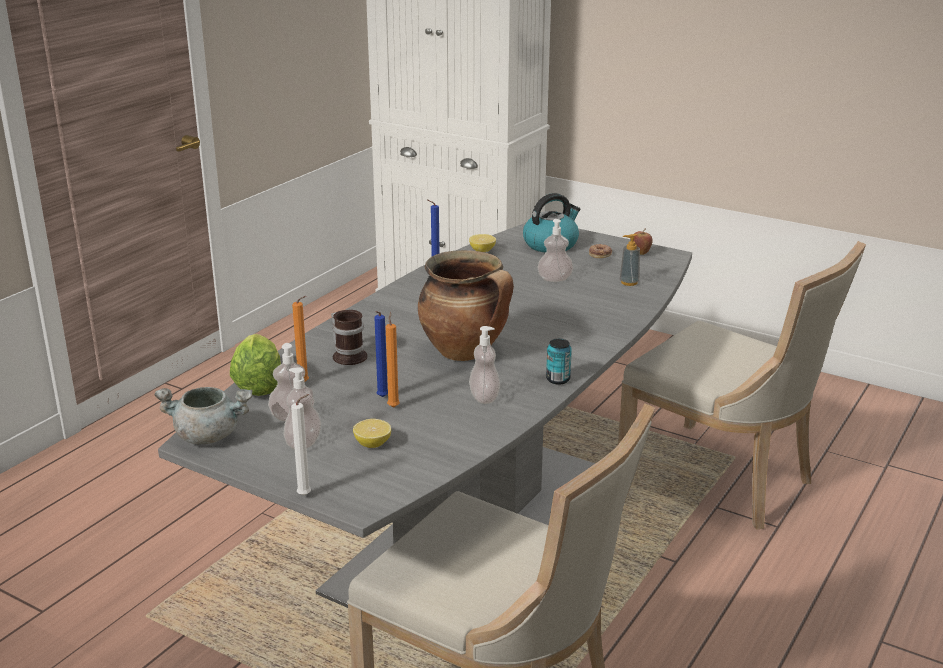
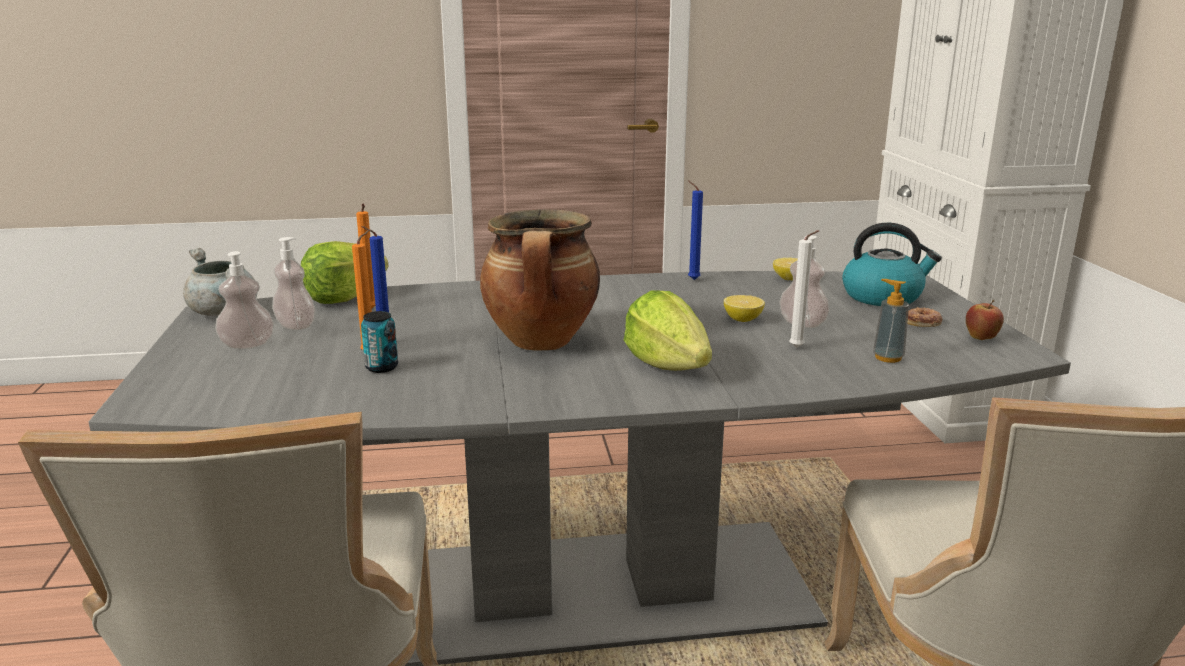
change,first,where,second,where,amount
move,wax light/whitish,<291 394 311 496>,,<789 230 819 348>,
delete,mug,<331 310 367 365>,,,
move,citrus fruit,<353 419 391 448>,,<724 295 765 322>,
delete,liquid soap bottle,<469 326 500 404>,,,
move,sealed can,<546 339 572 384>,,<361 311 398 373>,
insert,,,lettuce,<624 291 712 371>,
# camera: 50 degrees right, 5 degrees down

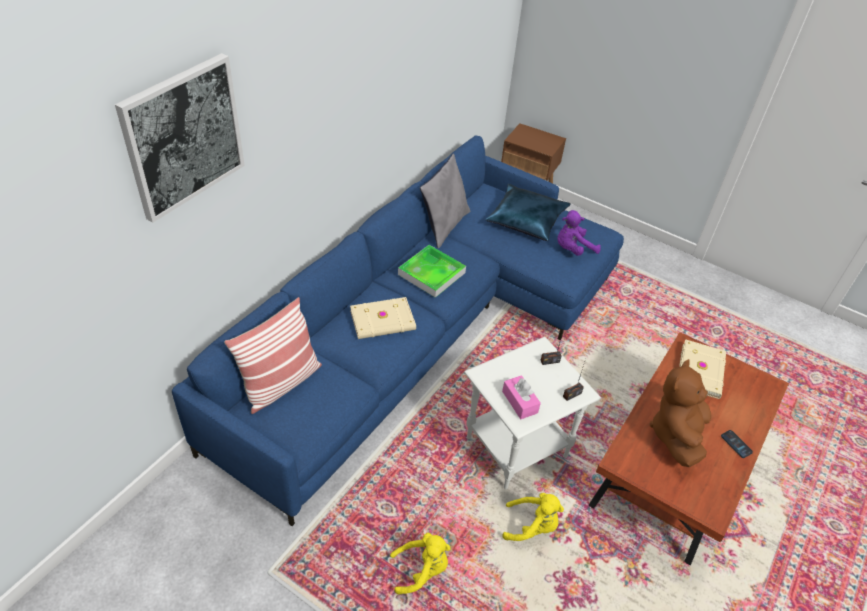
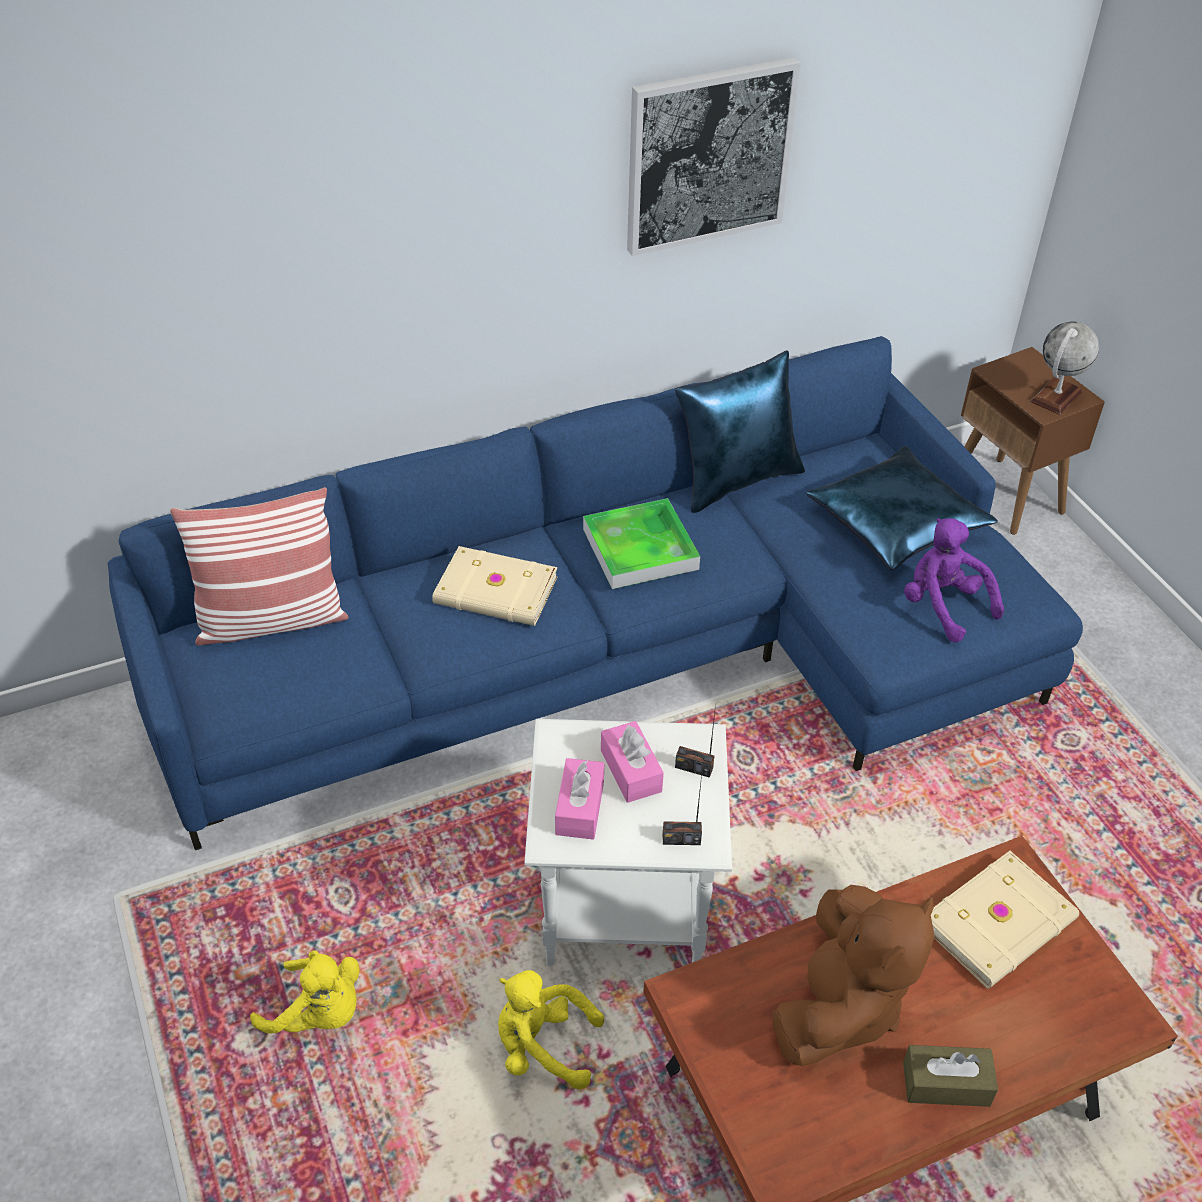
change,first,where,second,where,amount
move,wall art,<115 53 245 223>,,<627 57 801 256>,
recolor,throw pillow/greyish,<420 154 470 248>,throw pillow/bluish,<675 351 805 513>,
rotate,plush toy/yellow-coloured,<502 493 564 541>,,<498 970 604 1090>,150 degrees clockwise
rotate,plush toy/purple-coloured,<557 210 601 256>,,<904 518 1004 643>,45 degrees clockwise
rotate,plush toy/brownish,<650 359 711 467>,,<772 885 935 1066>,150 degrees clockwise
replace,handset,<721 430 753 458>,box of tissues/brownish,<903 1045 998 1107>,
insert,,,box of tissues/pink-coloured,<601 721 664 803>,
insert,,,world globe,<1030 322 1099 415>,
# camera: 35 degrees right, 0 degrees up

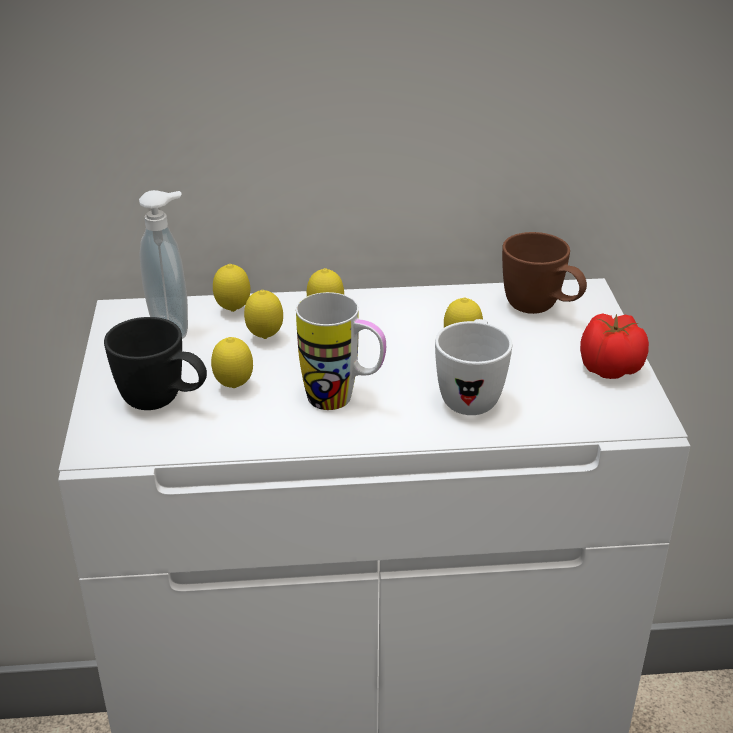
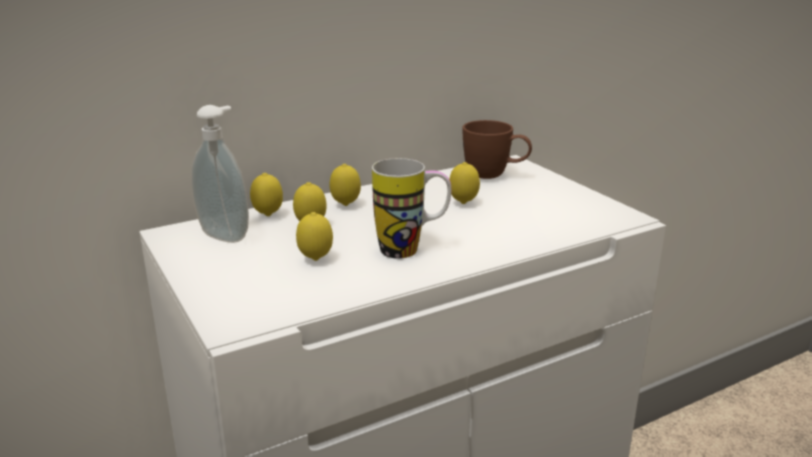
change,first,where,second,where,amount
delete,mug/blackish,<104 317 207 410>,,,
delete,mug/whitish,<435 319 512 415>,,,
delete,fresh tomato,<580 313 649 379>,,,
# camera: 25 degrees left, 10 degrees down

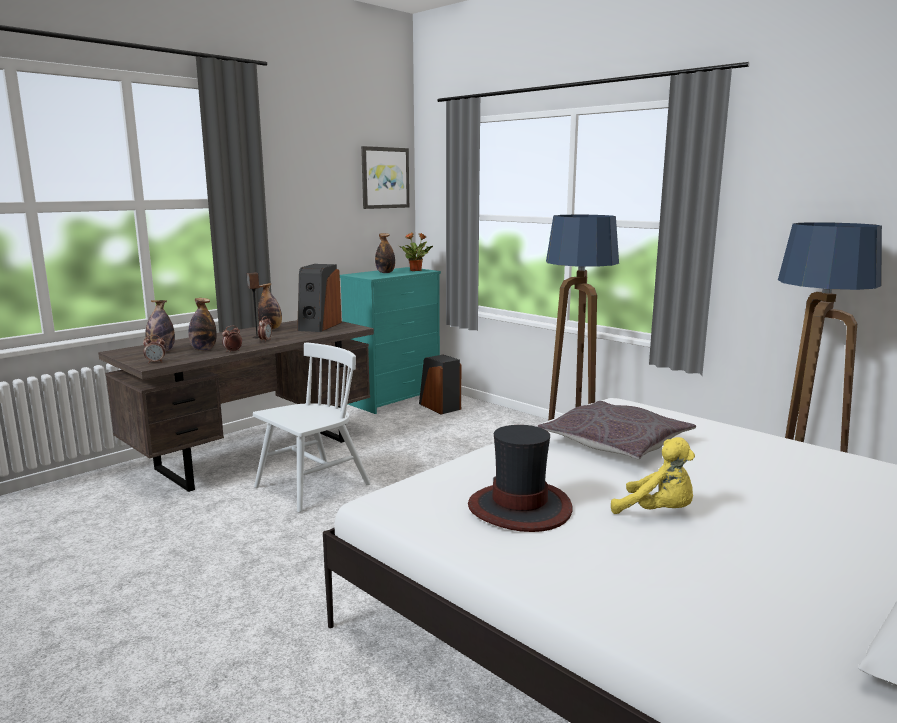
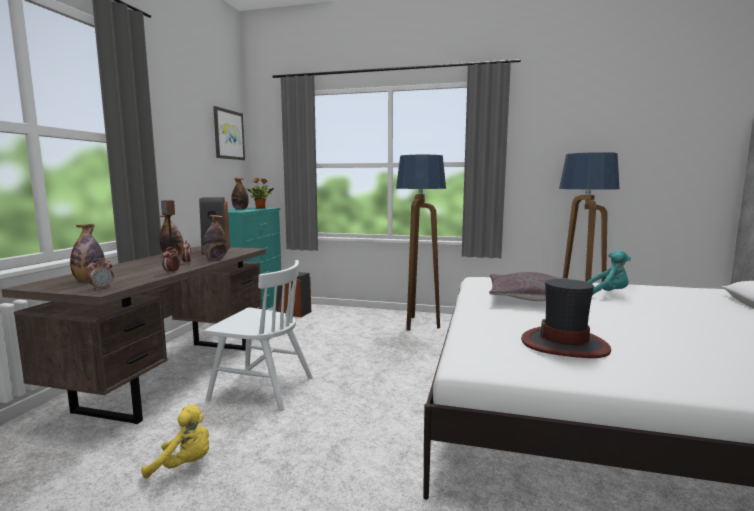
change,first,where,second,where,amount
move,bottle,<188 298 217 351>,,<203 215 227 260>,
rotate,chair/whitish,<253 342 371 513>,,<204 260 313 411>,90 degrees clockwise
move,plush toy/yellow-coloured,<611 437 695 514>,,<141 405 209 479>,
insert,,,plush toy/blue-green,<587 250 631 295>,
# camera: 30 degrees left, 5 degrees down

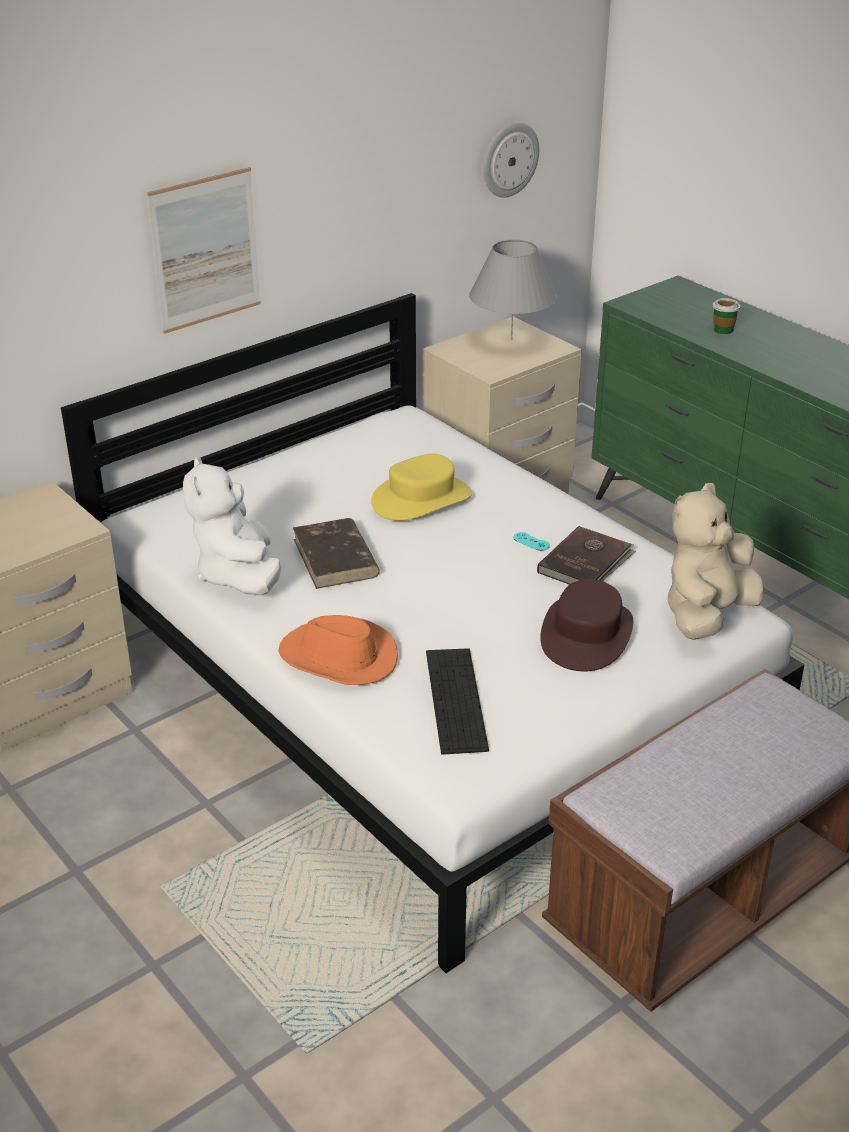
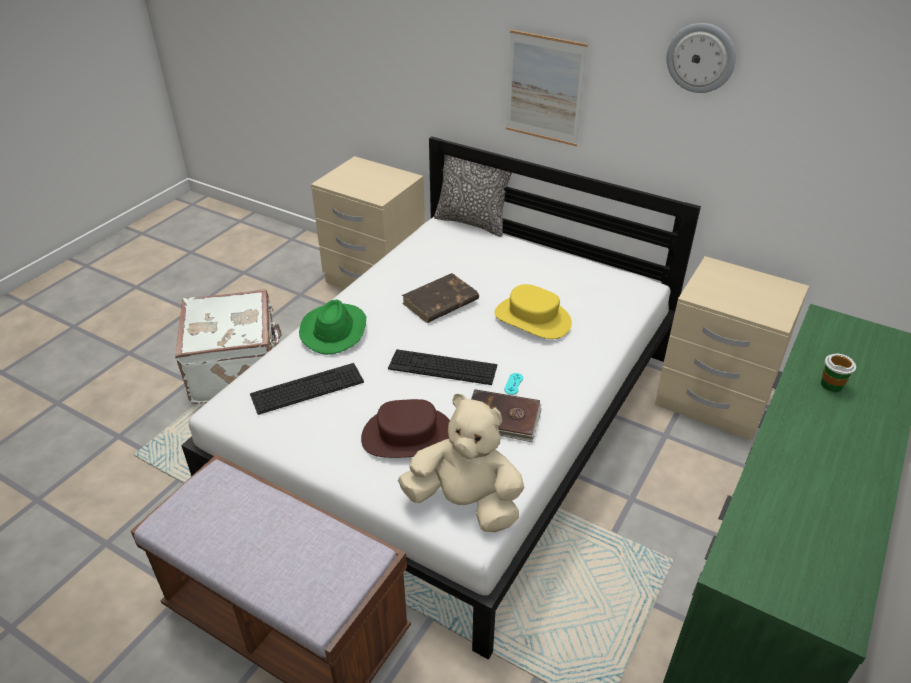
change,first,where,second,where,amount
delete,plush toy/whitish,<183 456 282 595>,,,
recolor,hat/orange-coloured,<278 615 398 685>,hat/greenish,<299 300 366 355>,
delete,lamp for a table/greyish,<469 240 557 340>,,,
move,hanging clock,<483 122 539 197>,,<666 23 736 93>,
insert,,,suitcase/whitish,<175 290 282 404>,
insert,,,keyboard,<388 349 497 385>,
insert,,,throw pillow,<434 154 512 237>,
# camera: 70 degrees right, 5 degrees up

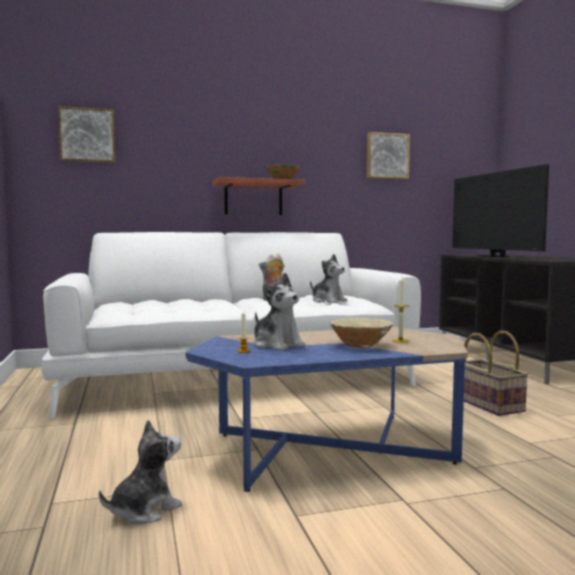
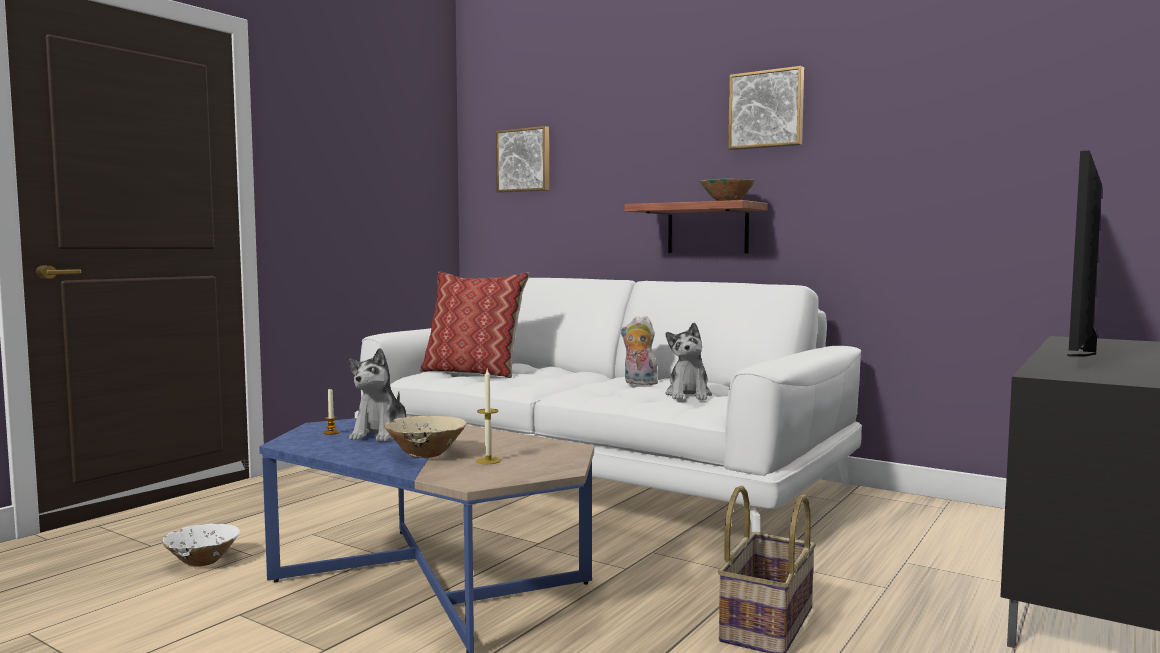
change,first,where,second,where,amount
replace,plush toy,<99 420 182 524>,serving bowl/whitish,<162 524 240 567>,
move,wall art,<367 132 410 179>,,<728 66 804 150>,
insert,,,throw pillow,<420 272 530 378>,
# camera: 50 degrees right, 0 degrees up

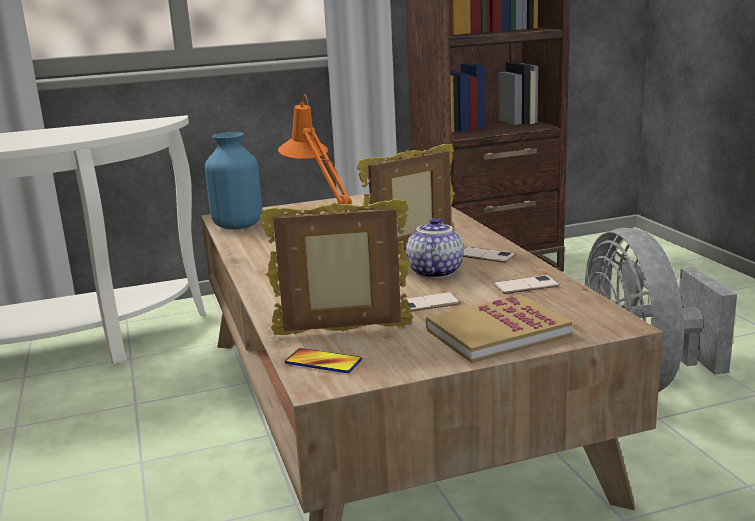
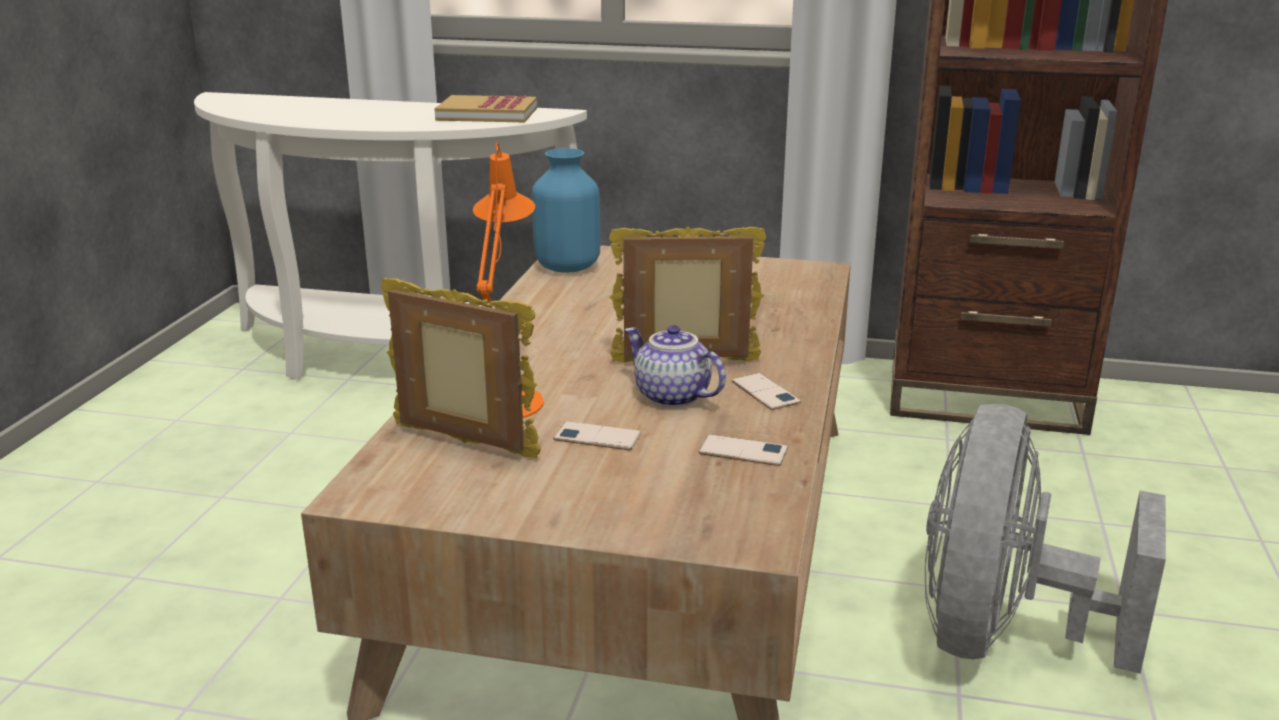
change,first,where,second,where,amount
delete,handset,<285 348 362 373>,,,
rotate,pot for tea,<406 218 464 279>,,<624 325 726 407>,90 degrees counterclockwise
move,volume,<426 295 572 363>,,<434 95 537 123>,
# camera: 30 degrees right, 5 degrees up

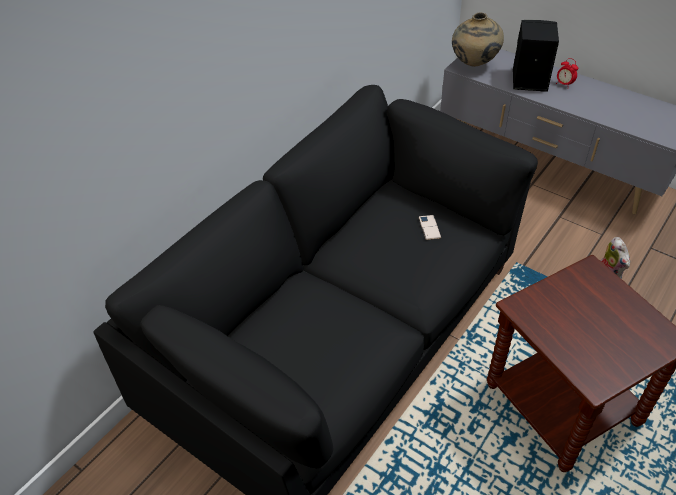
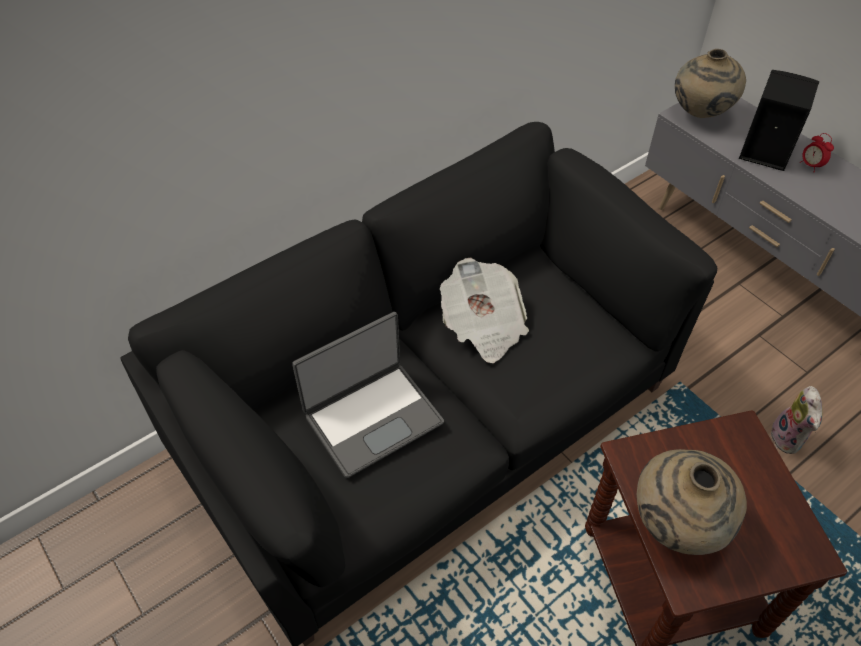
change,first,where,second,where,amount
delete,handset,<419 215 441 240>,,,
insert,,,laptop,<292 312 444 478>,
insert,,,daily paper,<440 258 529 363>,
insert,,,decorative vase/sand-coloured,<637 449 747 555>,
# camera: 15 degrees right, 5 degrees up

